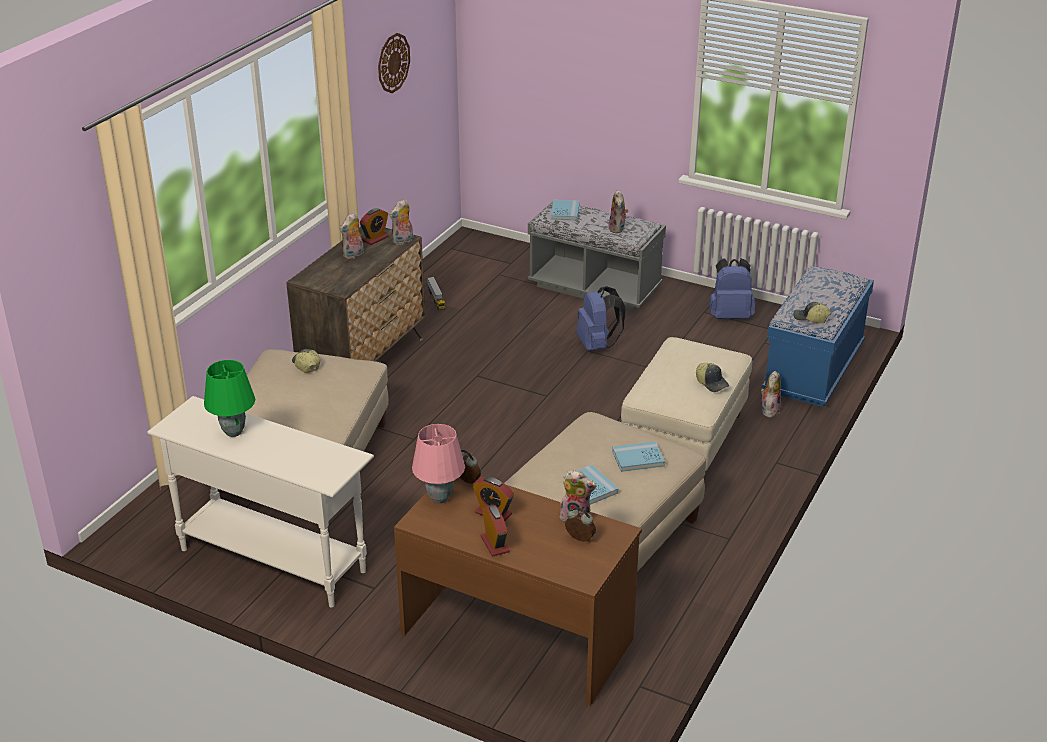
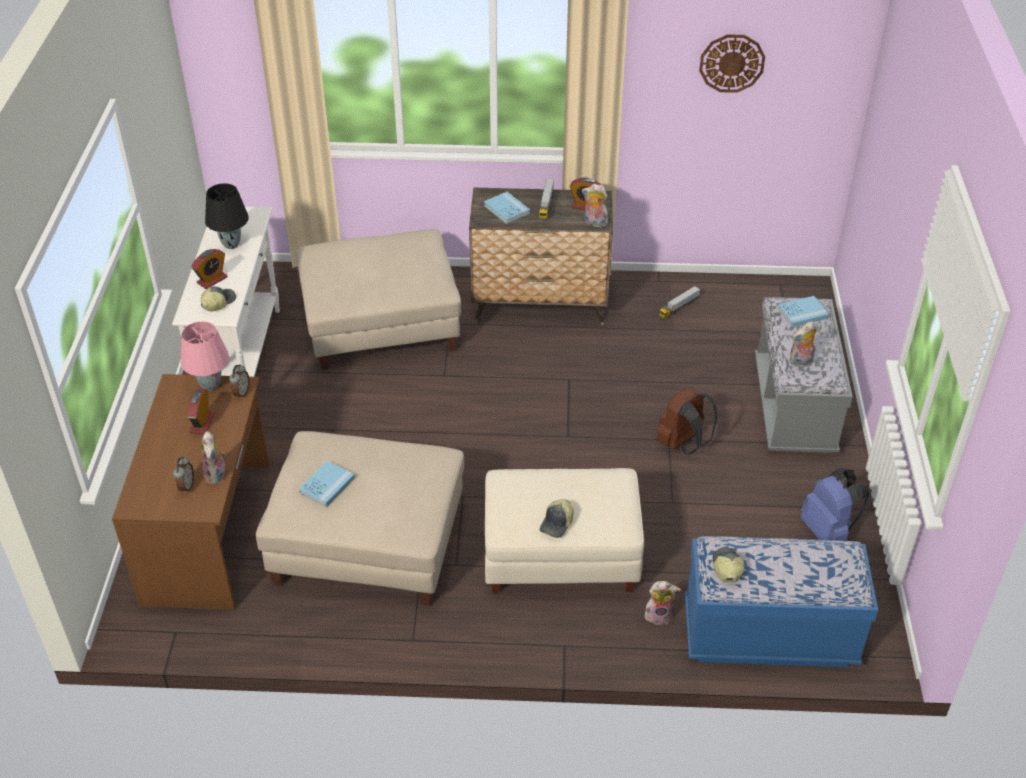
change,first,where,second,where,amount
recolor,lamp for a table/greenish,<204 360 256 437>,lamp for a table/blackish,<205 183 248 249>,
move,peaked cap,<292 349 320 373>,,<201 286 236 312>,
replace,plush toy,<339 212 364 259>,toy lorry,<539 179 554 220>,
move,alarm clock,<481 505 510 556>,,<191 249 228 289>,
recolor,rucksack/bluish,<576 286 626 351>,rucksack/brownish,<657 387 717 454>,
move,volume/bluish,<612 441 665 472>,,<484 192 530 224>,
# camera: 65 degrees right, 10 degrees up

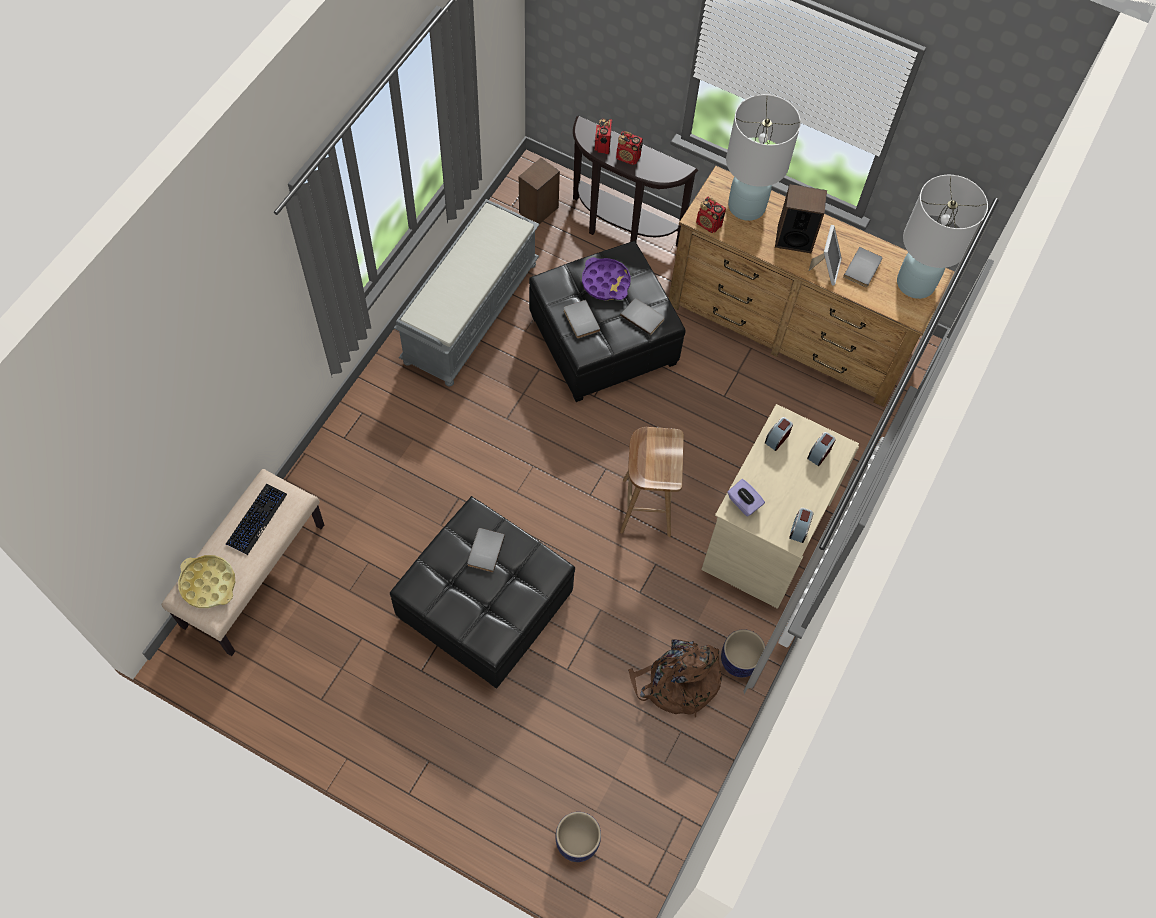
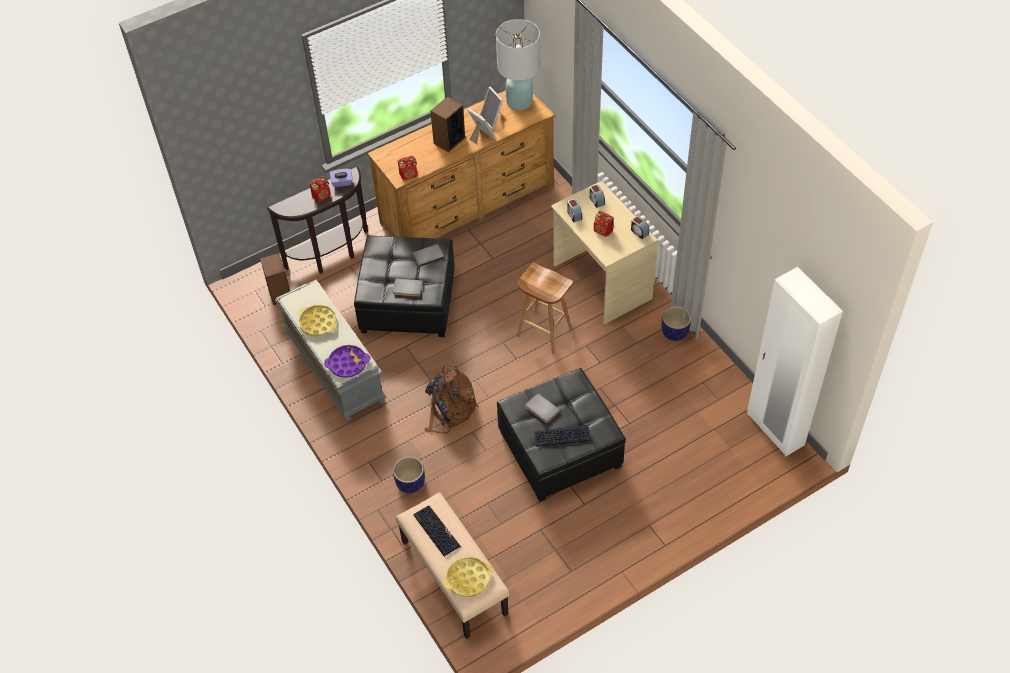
change,first,where,second,where,amount
move,plant pot,<556 812 601 862>,,<393 456 425 493>,
move,carrying tray/purple-coloured,<582 257 631 300>,,<324 345 370 378>,
move,radio receiver,<594 119 612 154>,,<594 211 614 237>,
move,rucksack/brownish,<628 639 722 718>,,<425 363 479 434>,
delete,lamp for a table/whitish,<726 94 801 221>,,,
move,box of tissues/purple-coloured,<727 479 765 517>,,<330 169 353 187>,
replace,volume/greyish,<843 247 882 287>,standing frame,<480 87 505 129>,
insert,,,carrying tray/yellow-coloured,<298 305 337 336>,
insert,,,keyboard,<534 425 591 447>,
insert,,,armoire/whitish,<747 267 843 457>,
# camera: 55 degrees left, 10 degrees down

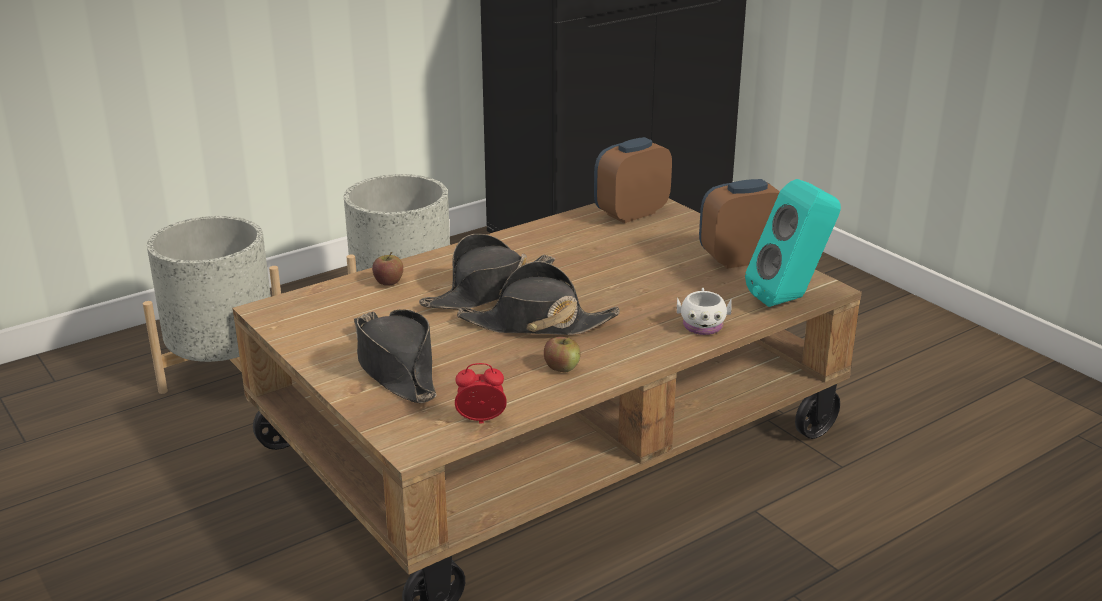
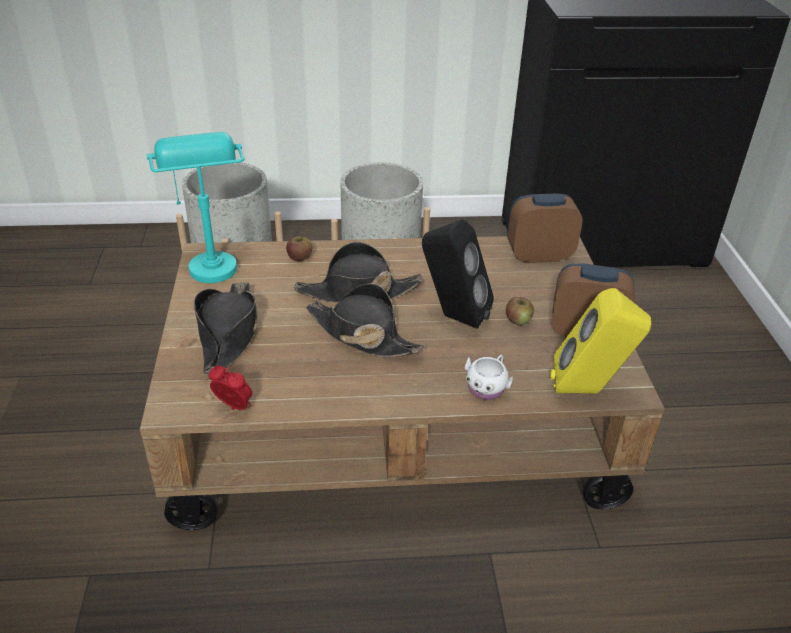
change,first,where,second,where,amount
move,apple,<544 337 581 372>,,<506 297 534 326>,
recolor,loudspeaker/blue-green,<745 179 841 307>,loudspeaker/yellow-coloured,<550 288 651 394>,
insert,,,lamp for a table/blue-green,<146 132 244 283>,
insert,,,loudspeaker/blackish,<422 220 494 329>,
# camera: 30 degrees right, 10 degrees up

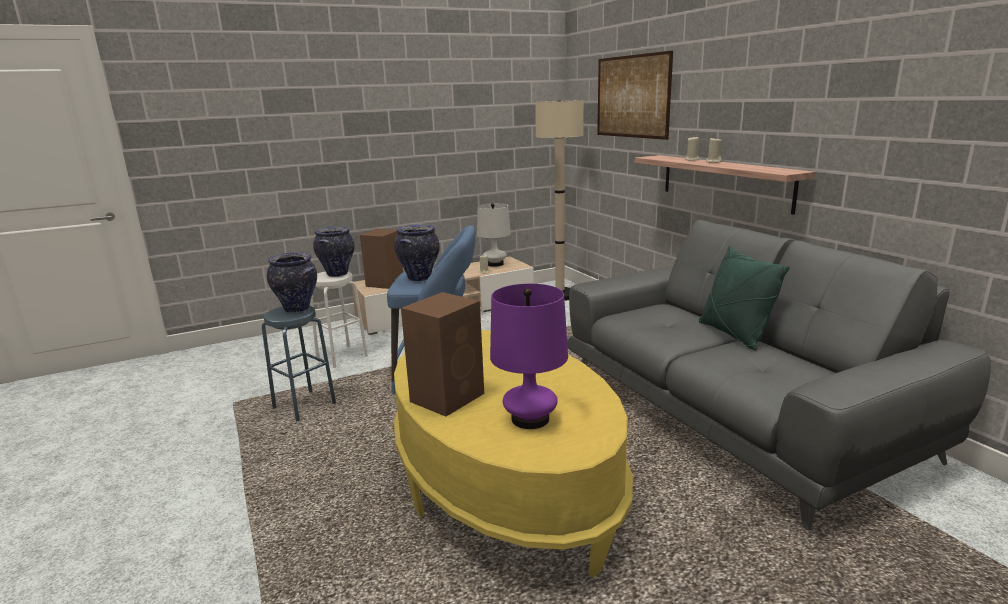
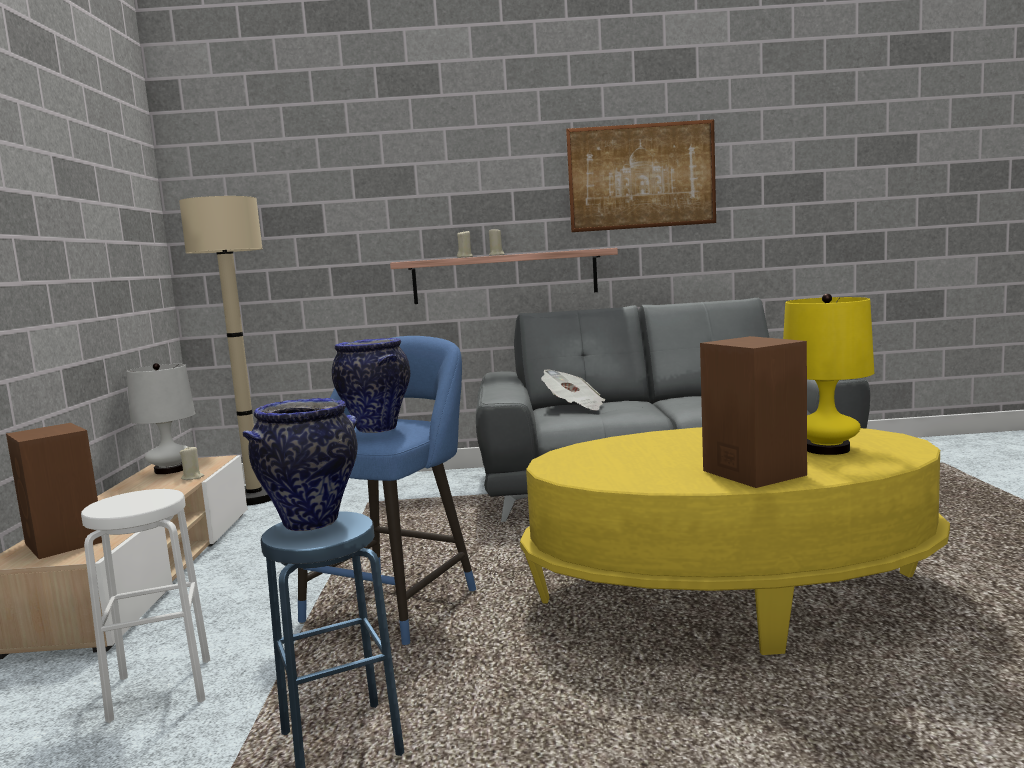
change,first,where,second,where,amount
delete,decorative vase,<313 227 355 277>,,,
recolor,lamp for a table/purple-coloured,<490 284 568 429>,lamp for a table/yellow-coloured,<783 294 874 455>,
move,wall art,<597 51 673 140>,,<566 119 716 232>,
delete,throw pillow/greenish,<699 245 790 351>,,,
insert,,,daily paper,<541 369 605 411>,
# camera: 65 degrees left, 10 degrees down

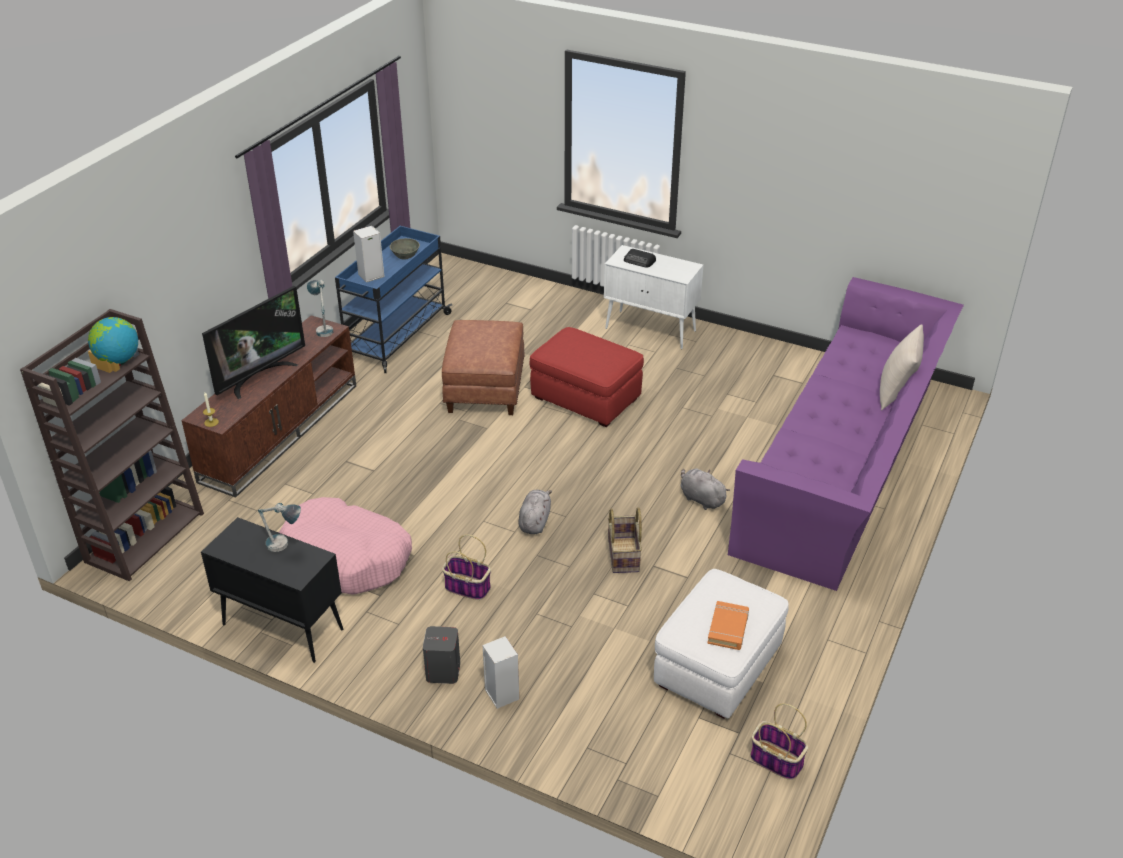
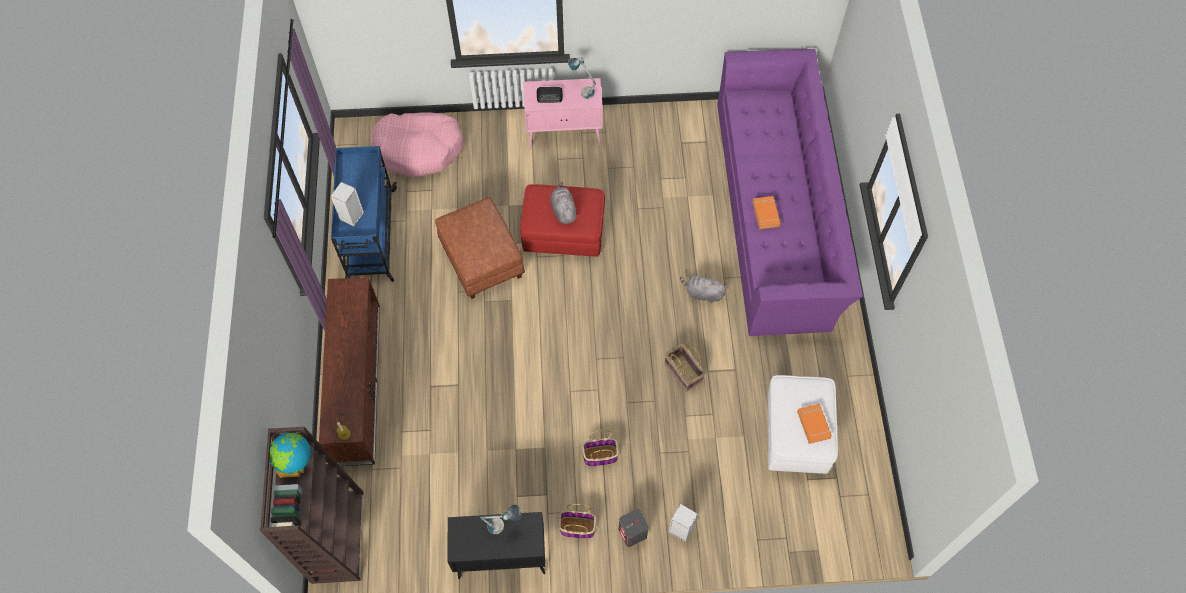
change,first,where,second,where,amount
delete,TV,<202 286 305 399>,,,
move,dog bed/pink-coloured,<279 497 412 595>,,<370 112 463 177>,
move,lamp for a table,<307 280 333 337>,,<568 57 596 99>,
delete,serving bowl/greyish,<390 238 420 260>,,,
move,plush toy/greyish,<518 490 552 534>,,<550 182 577 224>,
recolor,cupboard/whitish,<604 245 703 349>,cupboard/pink-coloured,<523 78 603 149>,
move,household basket,<750 703 808 780>,,<559 504 596 539>,
delete,throw pillow/sand-coloured,<880 324 924 410>,,,
insert,,,volume/orange-coloured,<752 196 780 229>,
# camera: 30 degrees left, 25 degrees up

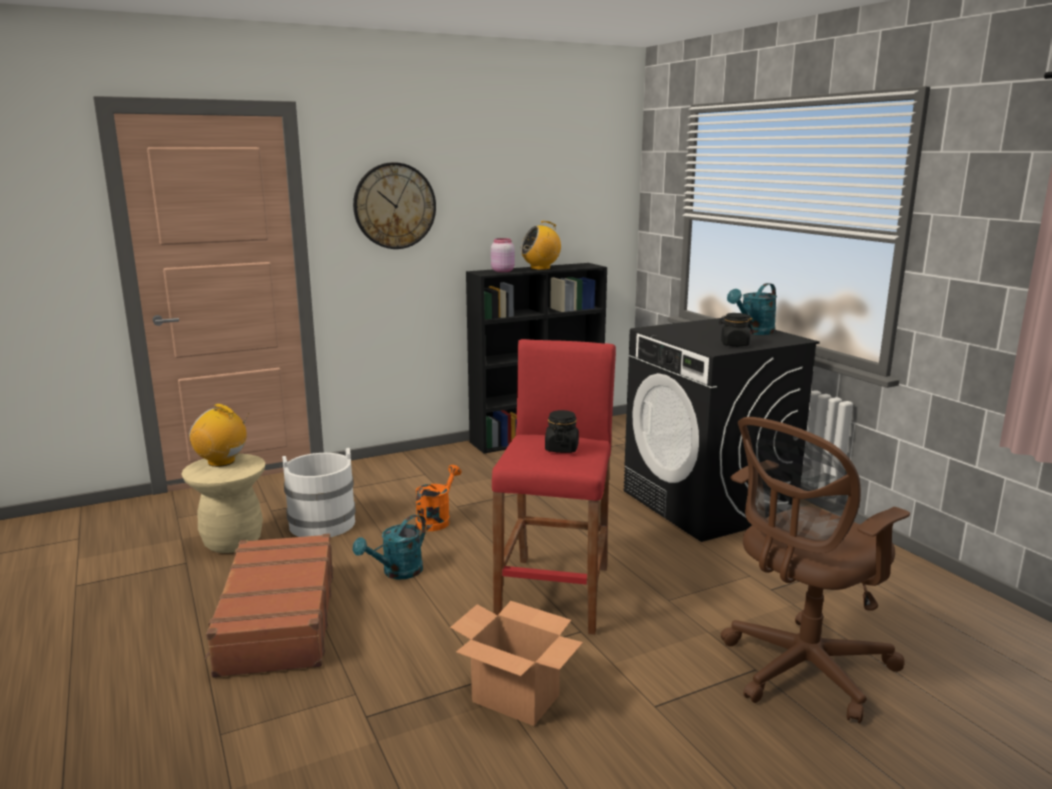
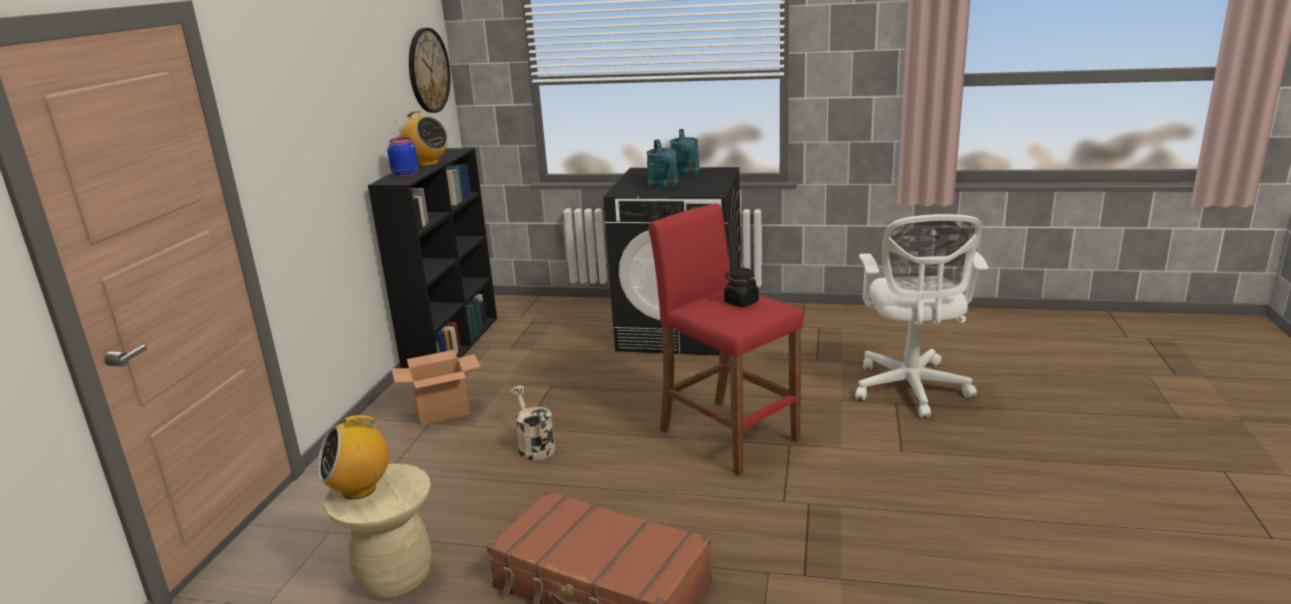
change,first,where,second,where,amount
delete,bucket/whitish,<282 448 356 537>,,,
move,hanging clock,<353 162 436 249>,,<409 28 451 113>,
move,watering pot/blue-green,<353 515 426 580>,,<646 139 678 188>,
recolor,watering pot/orange-coloured,<415 465 461 531>,watering pot/sand-coloured,<510 386 555 460>,
move,cardboard box,<450 601 583 726>,,<391 350 481 425>,
recolor,storage jar/pink-coloured,<491 238 515 272>,storage jar/bluish,<387 137 418 178>,
rotate,radio receiver,<520 221 561 270>,,<395 111 448 167>,75 degrees counterclockwise
delete,storage jar/blackish,<719 313 753 347>,,,
recolor,desk chair/brownish,<721 417 910 723>,desk chair/whitish,<855 214 988 418>,
# camera: 50 degrees left, 5 degrees up

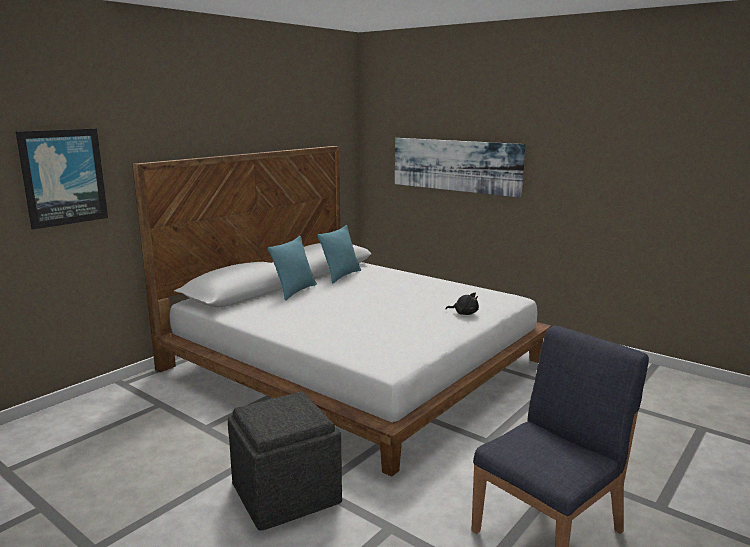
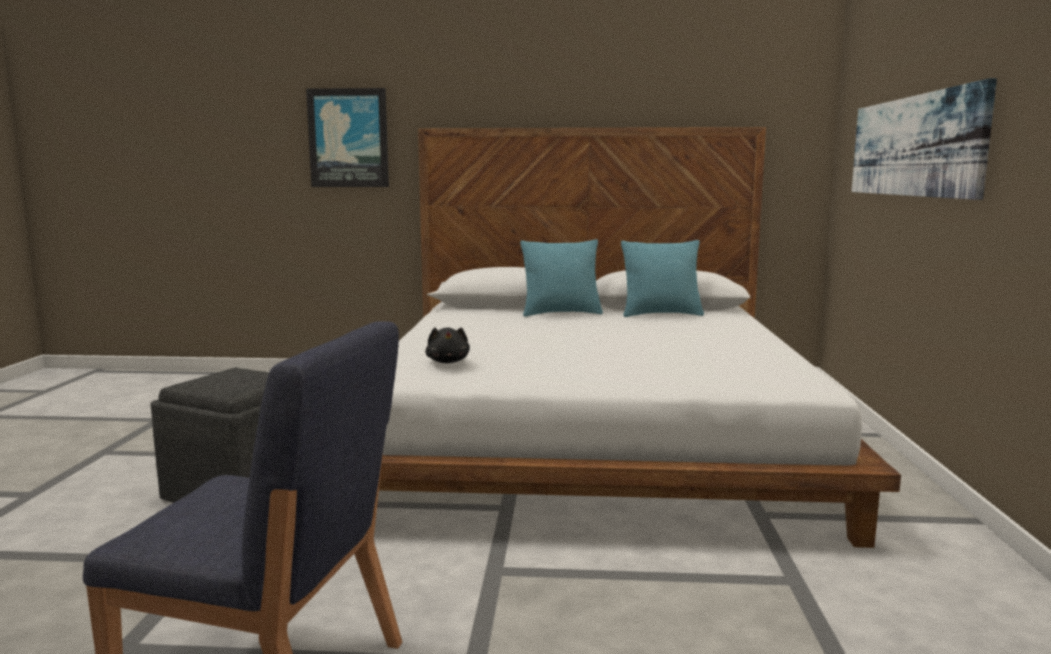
change,first,where,second,where,amount
move,plush toy/blackish,<446 293 479 315>,,<425 327 470 363>,
# camera: 55 degrees right, 5 degrees down

